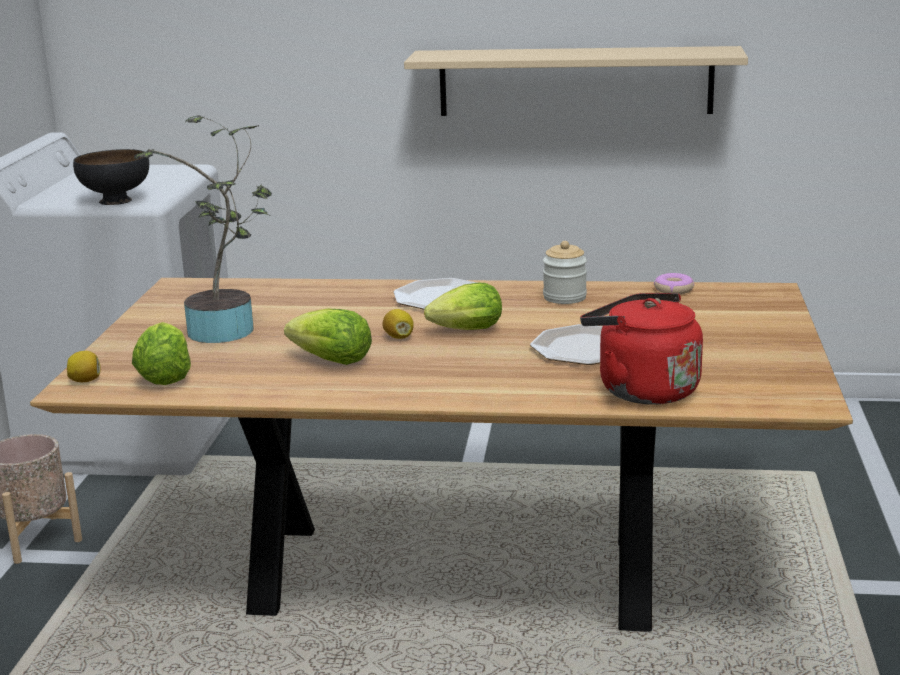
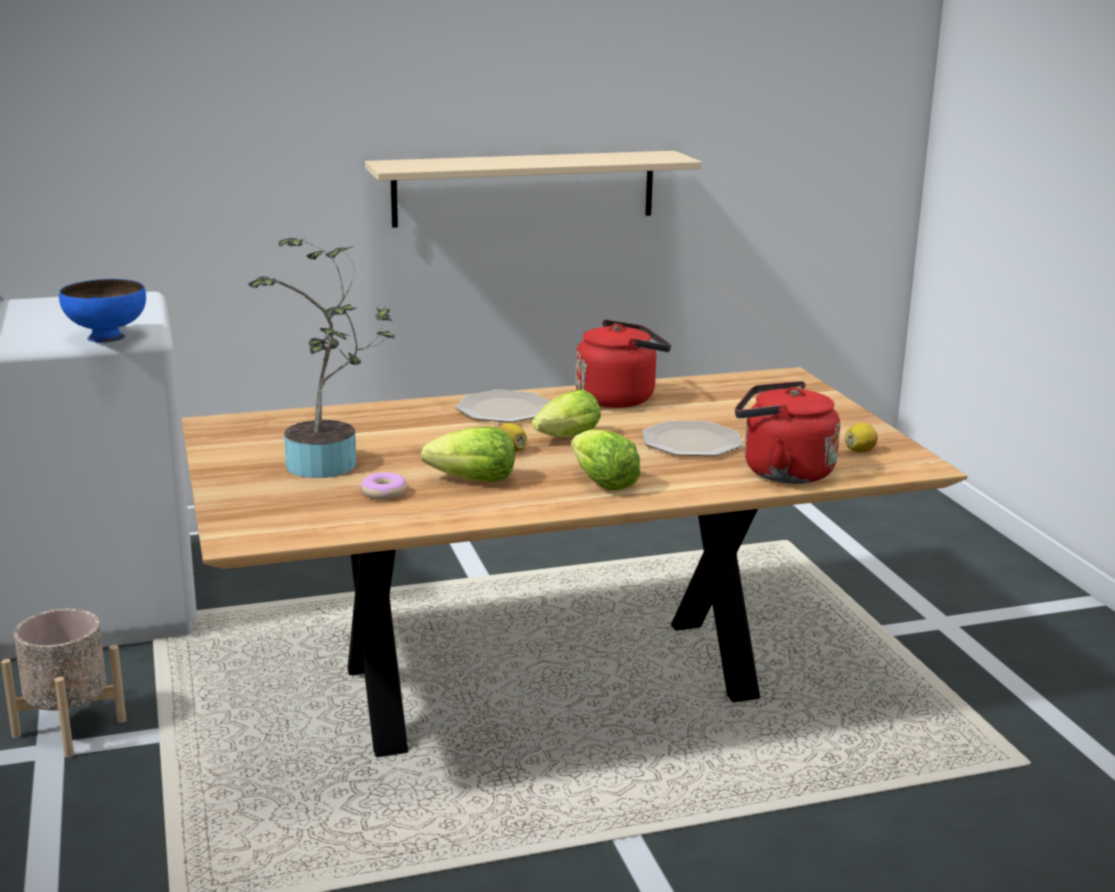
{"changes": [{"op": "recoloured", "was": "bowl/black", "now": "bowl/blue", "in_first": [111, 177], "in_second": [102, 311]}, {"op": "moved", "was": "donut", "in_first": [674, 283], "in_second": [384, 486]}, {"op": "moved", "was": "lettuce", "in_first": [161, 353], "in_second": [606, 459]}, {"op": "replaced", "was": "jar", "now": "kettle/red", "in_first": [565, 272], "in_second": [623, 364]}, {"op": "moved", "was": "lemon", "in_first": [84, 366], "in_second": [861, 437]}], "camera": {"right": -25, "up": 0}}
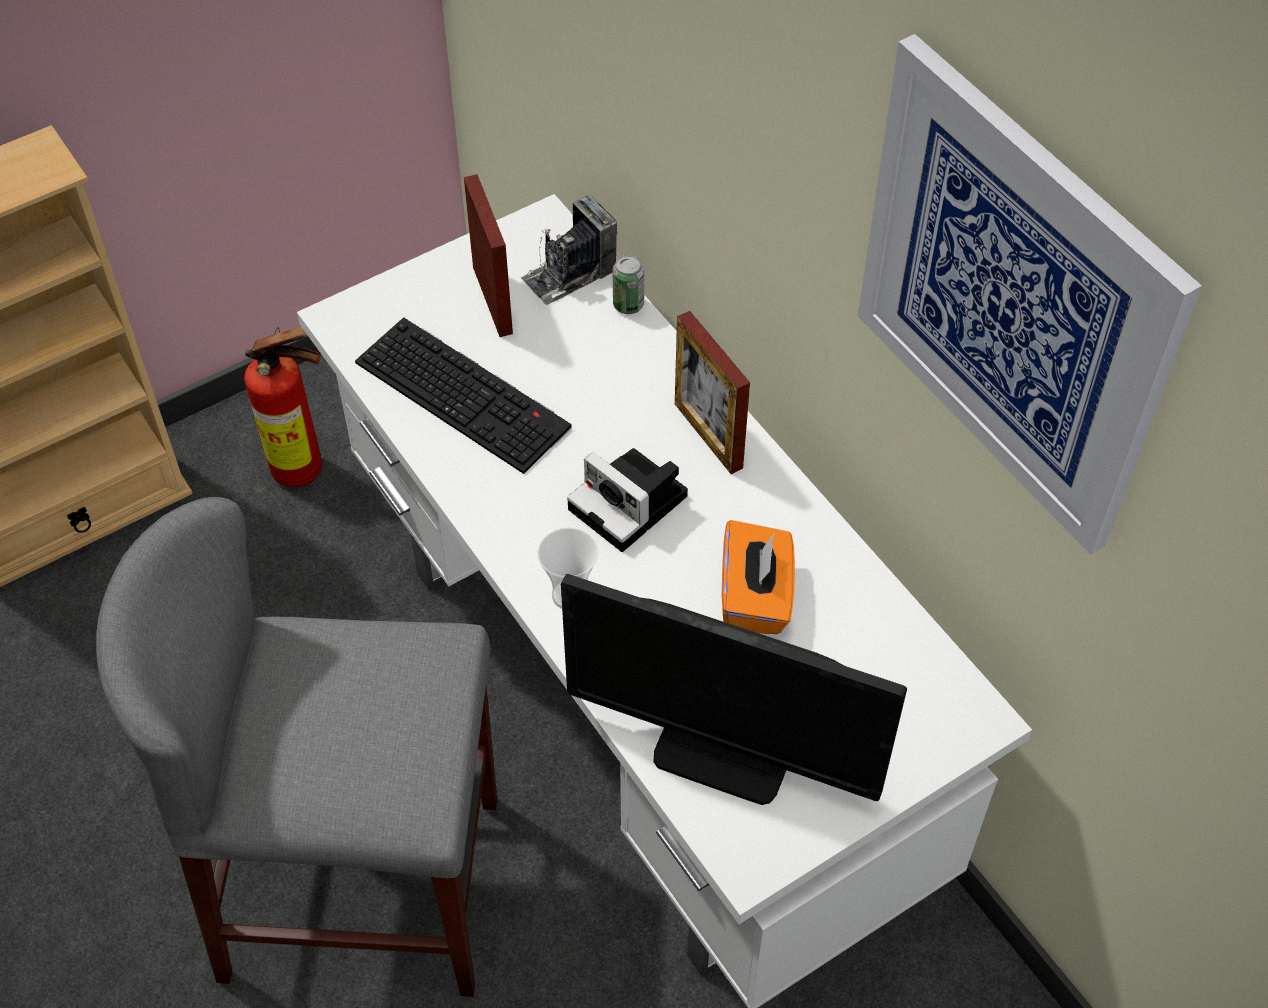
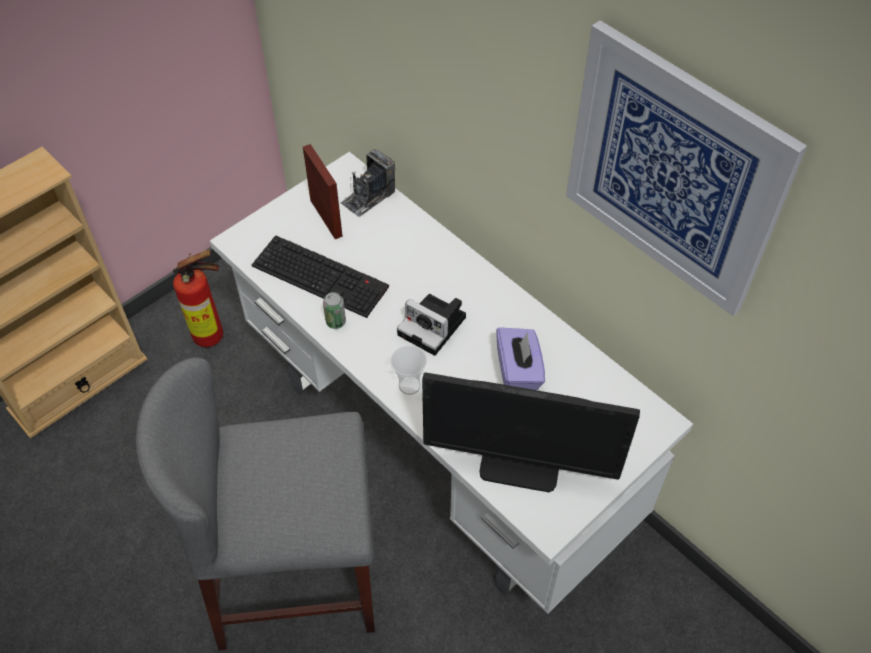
{"changes": [{"op": "moved", "was": "can", "in_first": [628, 284], "in_second": [334, 310]}, {"op": "recoloured", "was": "tissue box/orange", "now": "tissue box/purple", "in_first": [758, 577], "in_second": [520, 358]}, {"op": "removed", "was": "picture frame", "in_first": [712, 392]}], "camera": {"right": -10, "up": 0}}
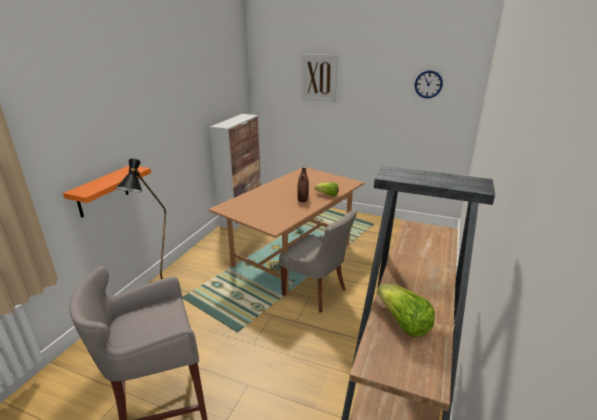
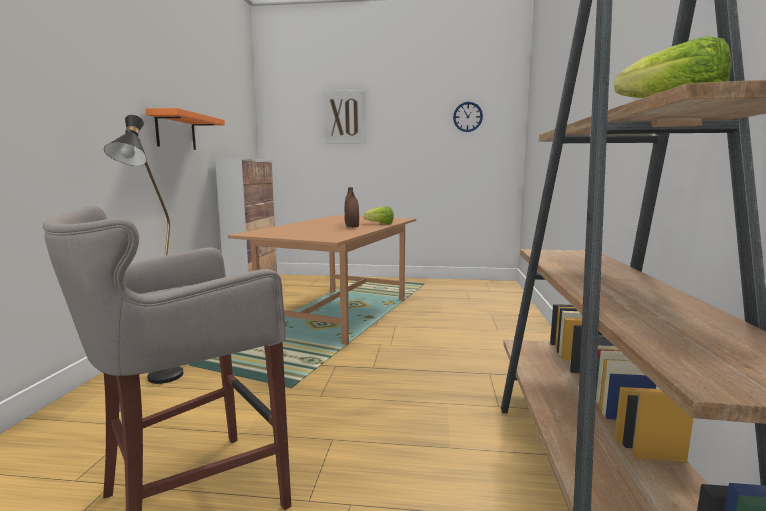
{"changes": [{"op": "moved", "was": "shelf/orange", "in_first": [107, 191], "in_second": [185, 129]}, {"op": "removed", "was": "chair/grey", "in_first": [318, 261]}], "camera": {"right": -15, "up": -15}}
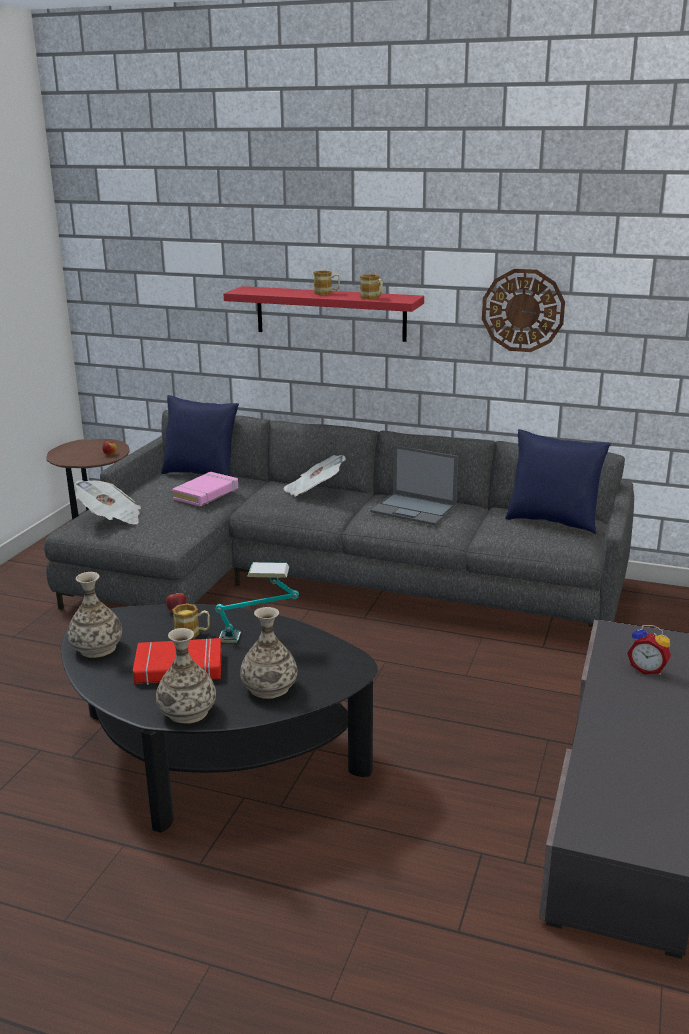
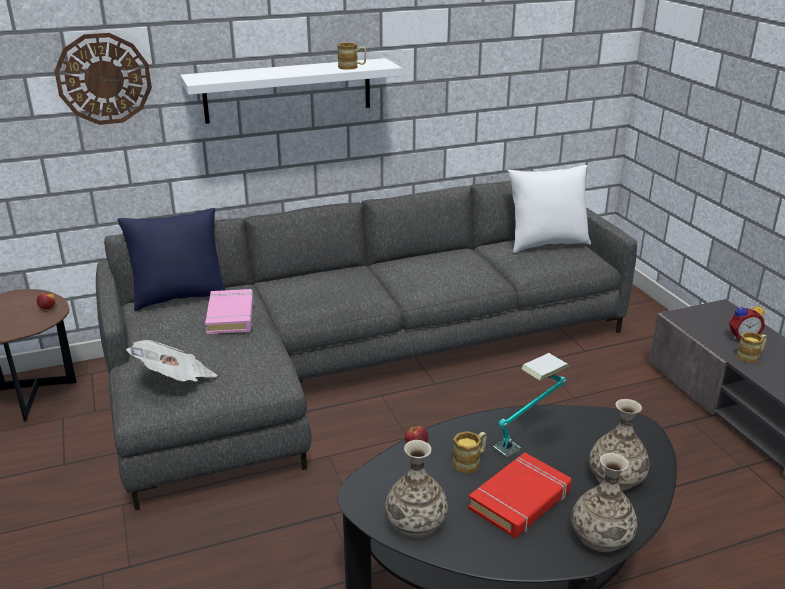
{"changes": [{"op": "moved", "was": "wall clock", "in_first": [523, 310], "in_second": [103, 79]}, {"op": "recoloured", "was": "shelf/red", "now": "shelf/white", "in_first": [323, 314], "in_second": [291, 91]}, {"op": "recoloured", "was": "pillow/blue", "now": "pillow/white", "in_first": [558, 481], "in_second": [549, 209]}, {"op": "moved", "was": "mug", "in_first": [327, 283], "in_second": [751, 347]}, {"op": "removed", "was": "newspaper", "in_first": [315, 476]}, {"op": "removed", "was": "laptop", "in_first": [414, 485]}], "camera": {"right": -40, "up": 5}}
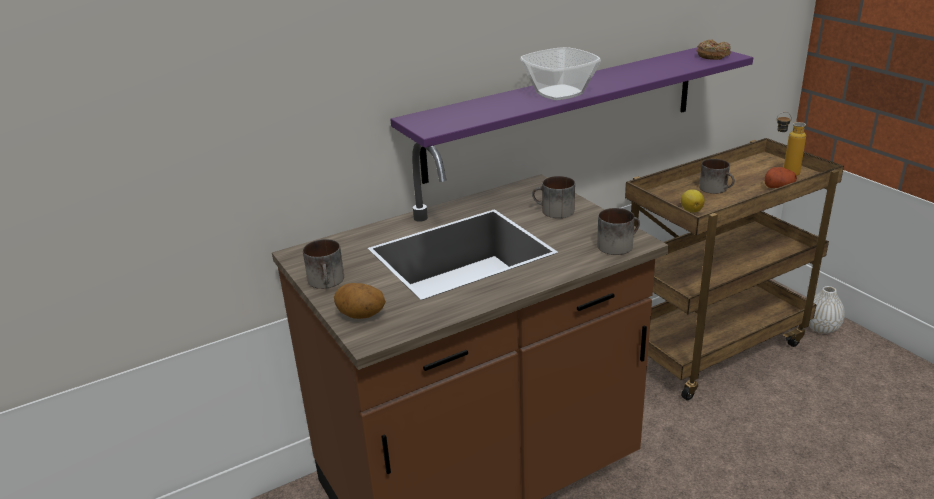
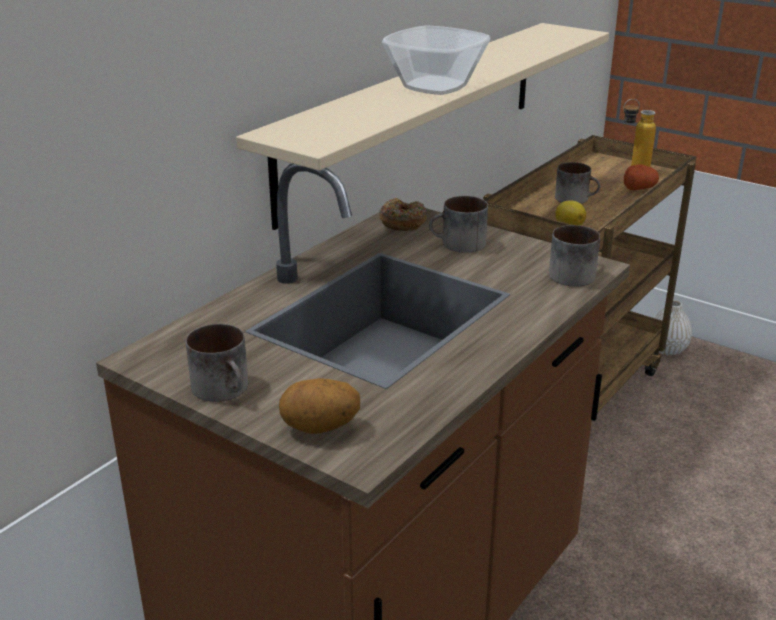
{"changes": [{"op": "recoloured", "was": "shelf/purple", "now": "shelf/beige", "in_first": [571, 115], "in_second": [422, 126]}, {"op": "moved", "was": "donut", "in_first": [714, 49], "in_second": [403, 214]}], "camera": {"right": -25, "up": 0}}
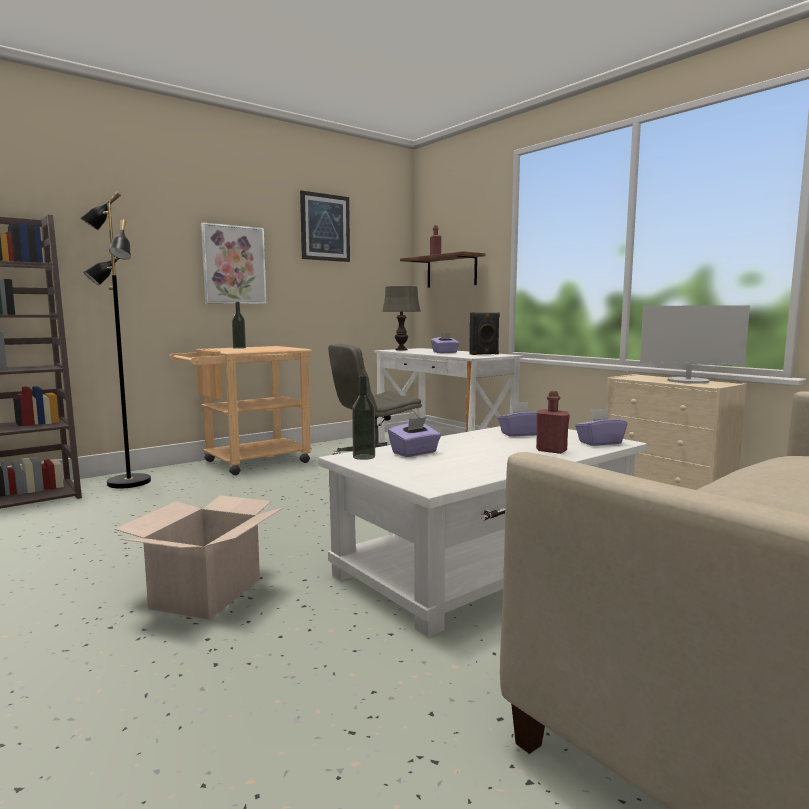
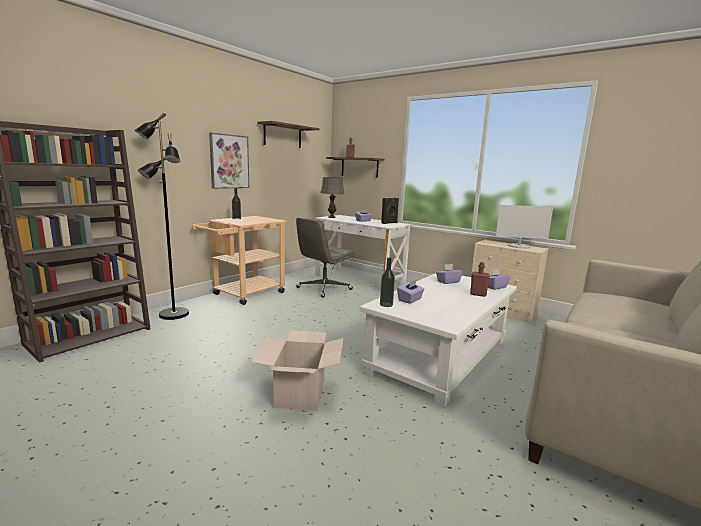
{"changes": [{"op": "replaced", "was": "picture", "now": "shelf", "in_first": [325, 226], "in_second": [288, 134]}], "camera": {"right": -15, "up": 5}}
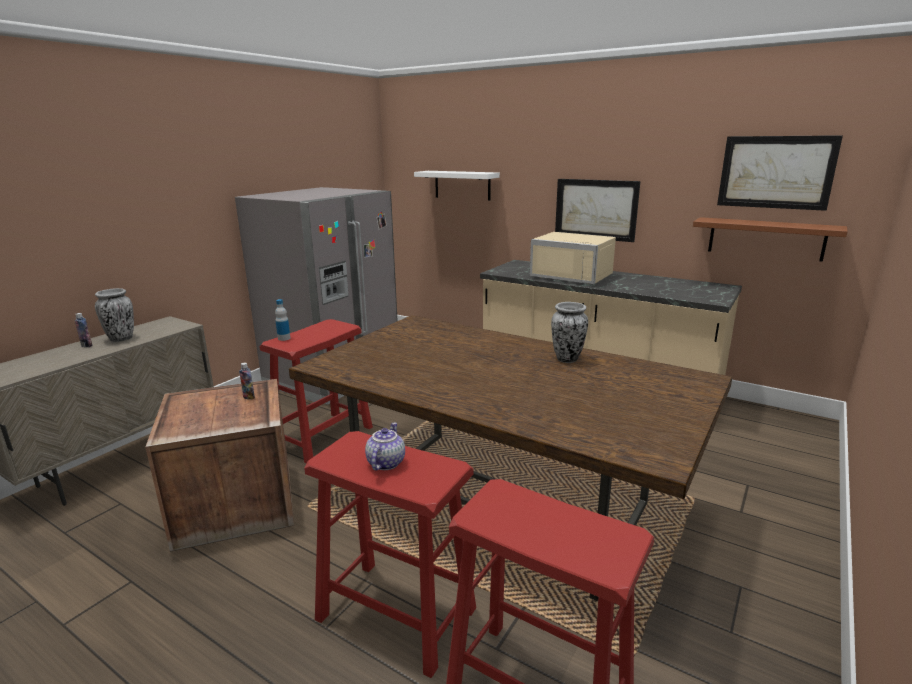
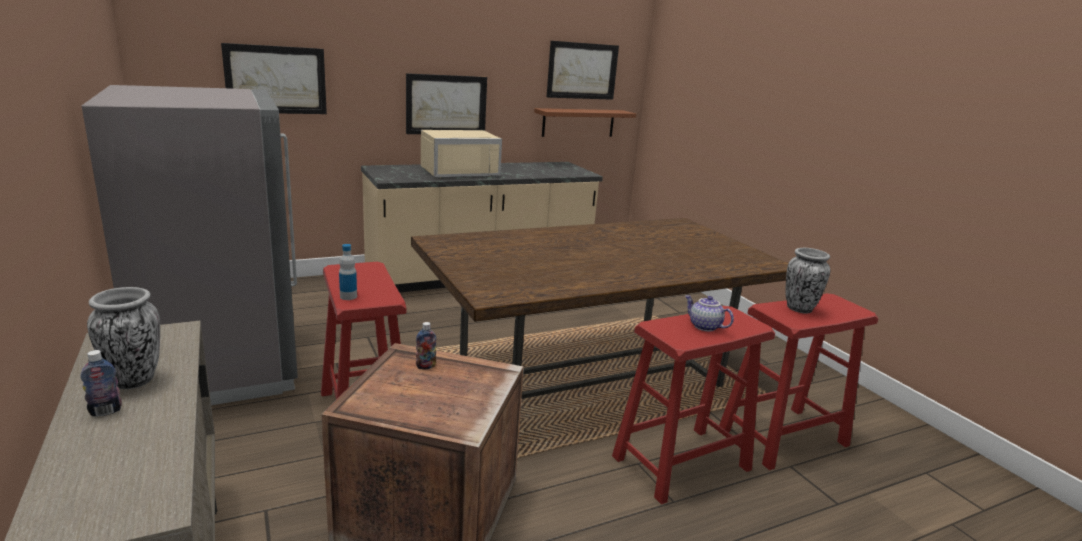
{"changes": [{"op": "replaced", "was": "shelf/white", "now": "picture", "in_first": [457, 186], "in_second": [274, 78]}, {"op": "moved", "was": "vase", "in_first": [569, 332], "in_second": [807, 281]}], "camera": {"right": -60, "up": 0}}
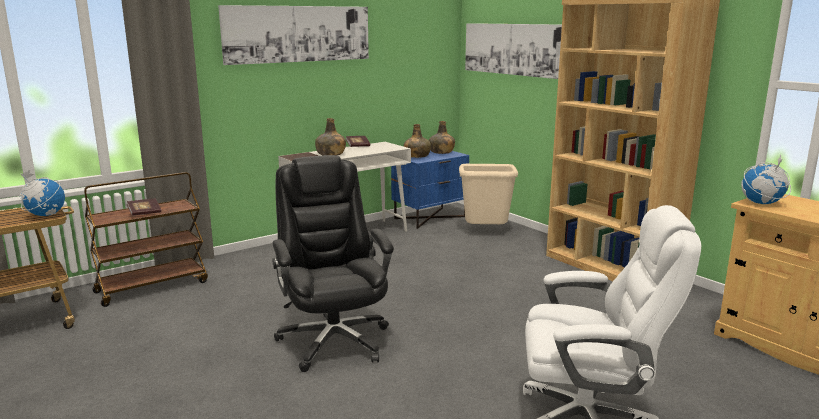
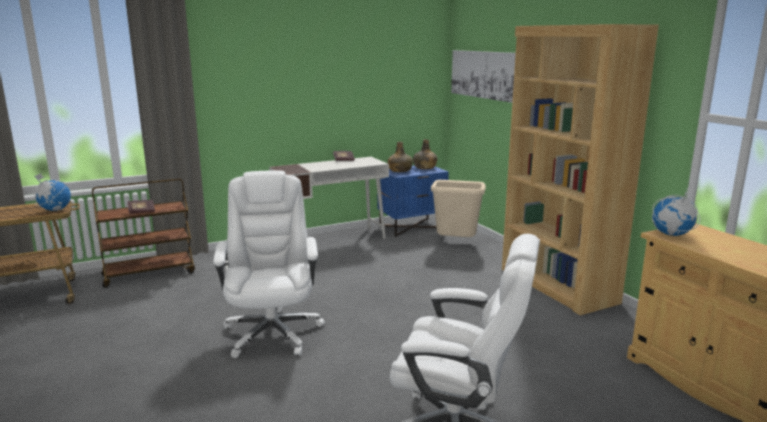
{"changes": [{"op": "recoloured", "was": "office chair/black", "now": "office chair/white", "in_first": [333, 263], "in_second": [269, 264]}, {"op": "removed", "was": "picture", "in_first": [293, 35]}, {"op": "removed", "was": "bottle/green", "in_first": [330, 136]}], "camera": {"right": 10, "up": 0}}
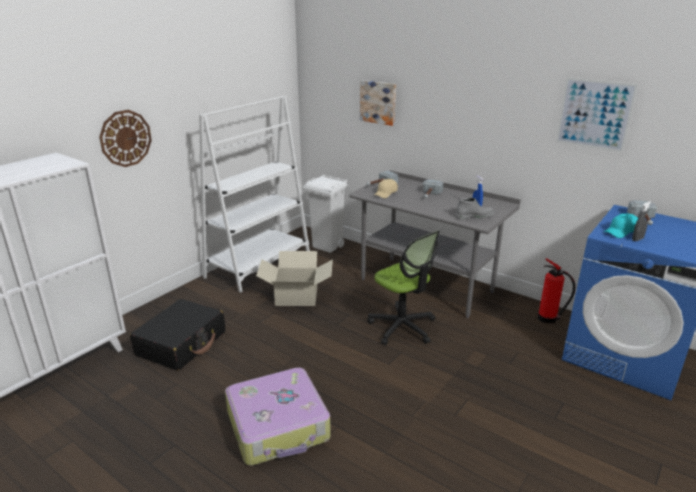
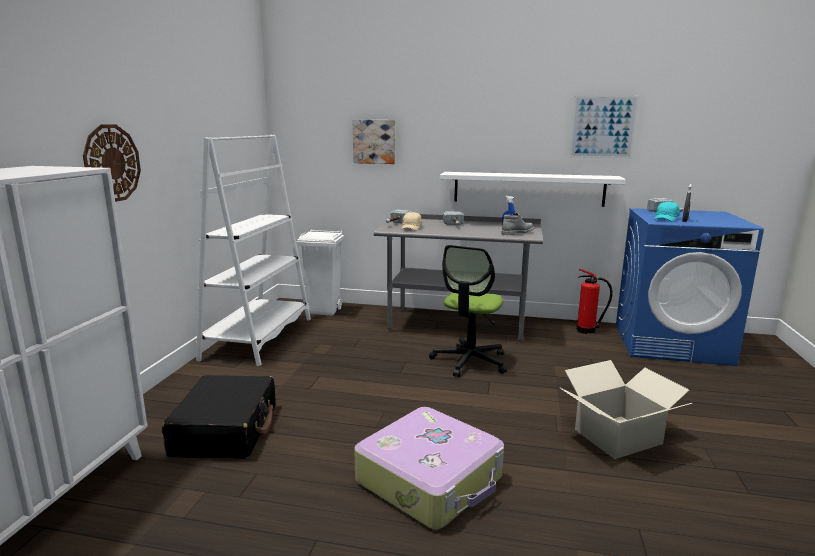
{"changes": [{"op": "turned", "was": "office chair", "in_first": [403, 288], "in_second": [468, 311], "clockwise": 90}, {"op": "added", "now": "shelf/white", "in_second": [533, 189]}, {"op": "moved", "was": "cardboard box", "in_first": [294, 278], "in_second": [626, 409]}], "camera": {"right": -25, "up": -10}}
